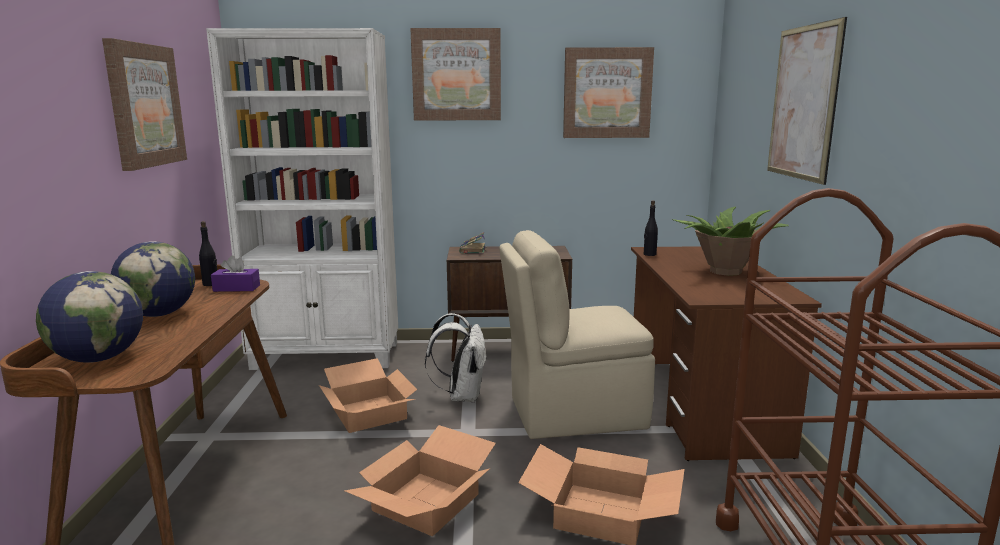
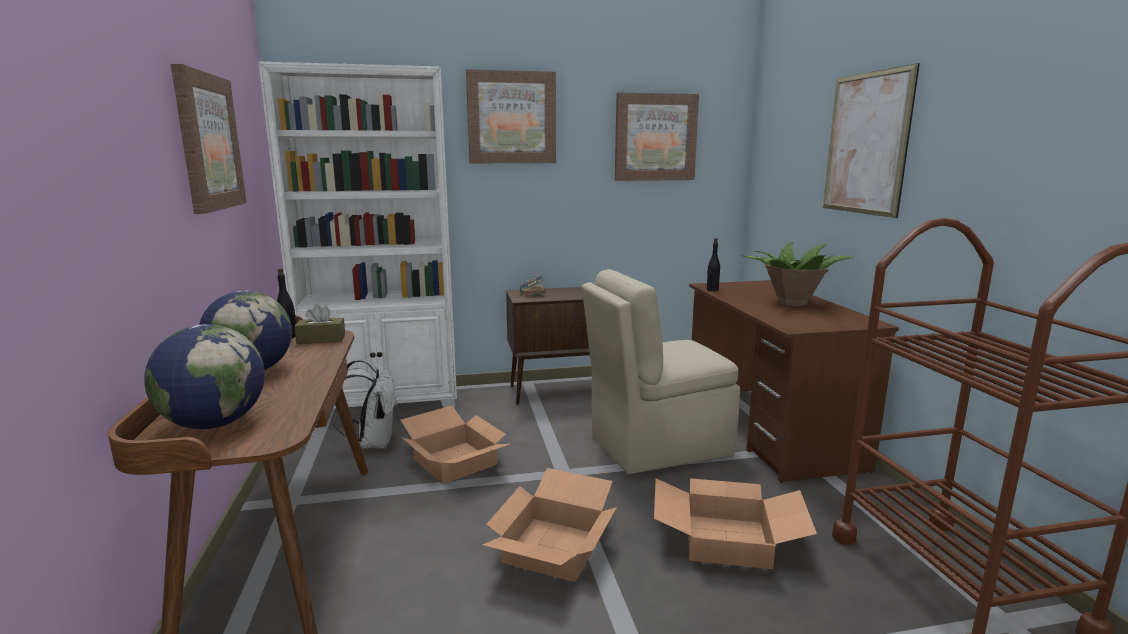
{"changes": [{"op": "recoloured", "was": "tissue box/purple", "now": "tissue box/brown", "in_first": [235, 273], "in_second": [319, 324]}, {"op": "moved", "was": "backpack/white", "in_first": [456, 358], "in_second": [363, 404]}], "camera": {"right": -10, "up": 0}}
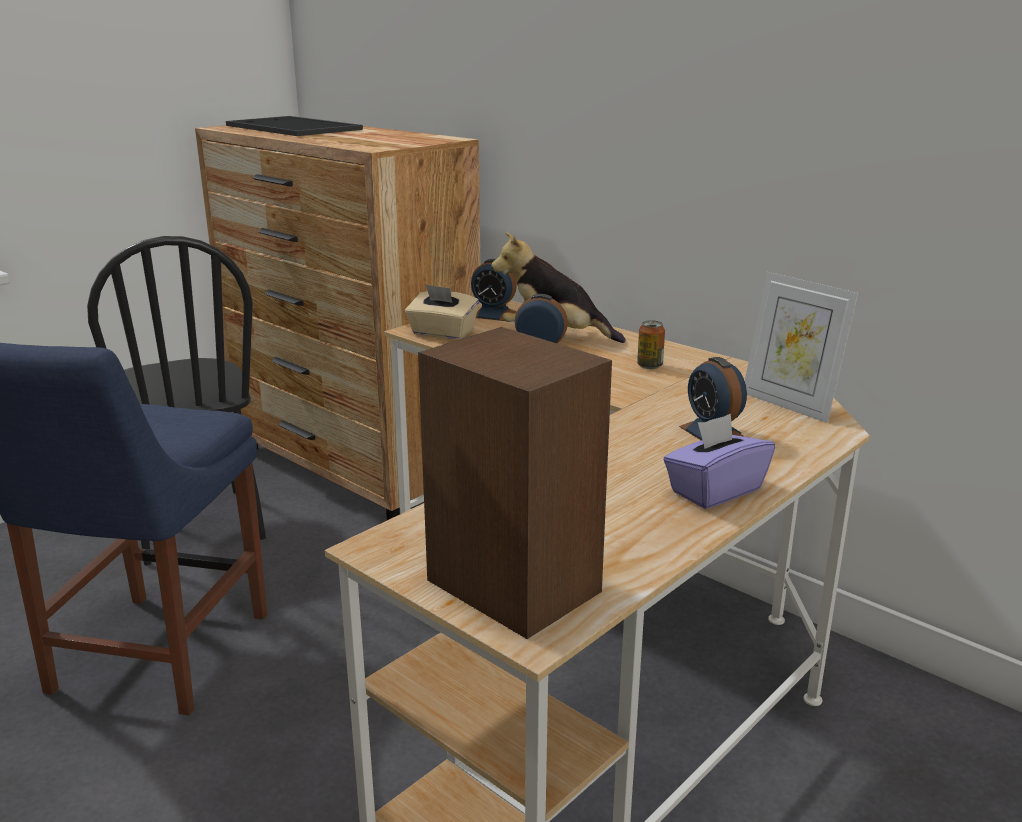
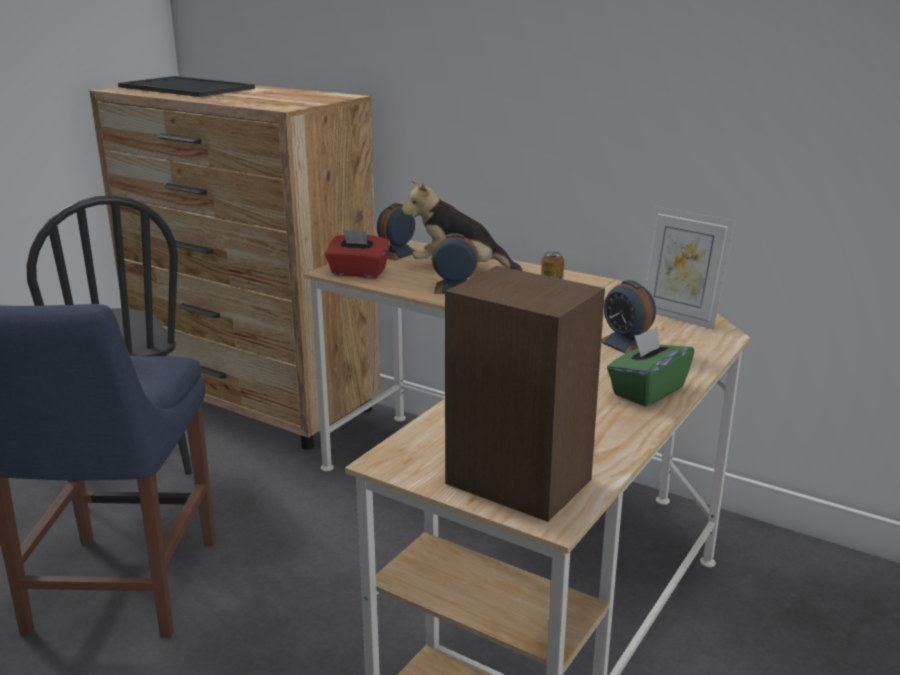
{"changes": [{"op": "recoloured", "was": "tissue box/beige", "now": "tissue box/red", "in_first": [442, 312], "in_second": [357, 254]}, {"op": "turned", "was": "alarm clock", "in_first": [494, 290], "in_second": [397, 231], "clockwise": 120}, {"op": "recoloured", "was": "tissue box/purple", "now": "tissue box/green", "in_first": [719, 461], "in_second": [650, 367]}], "camera": {"right": -10, "up": 0}}
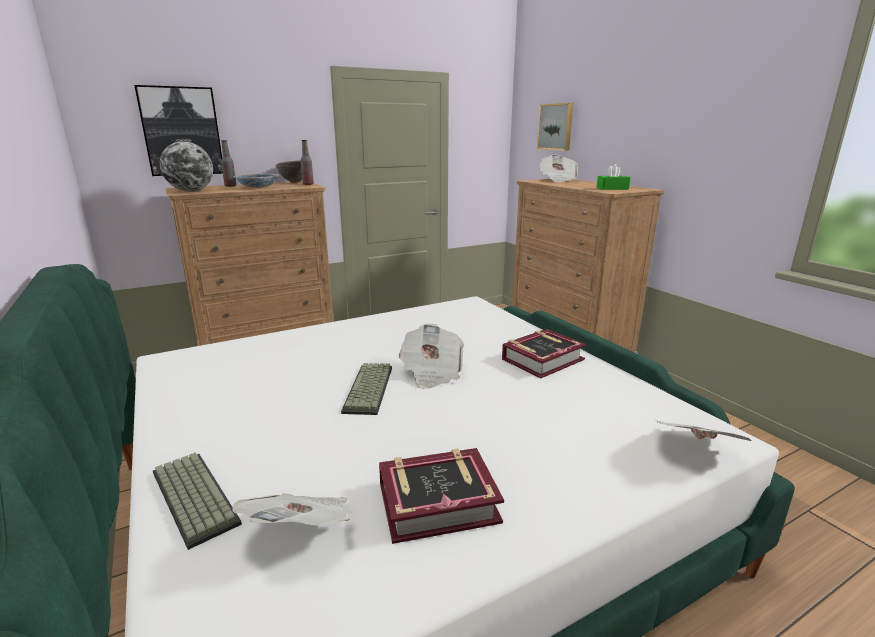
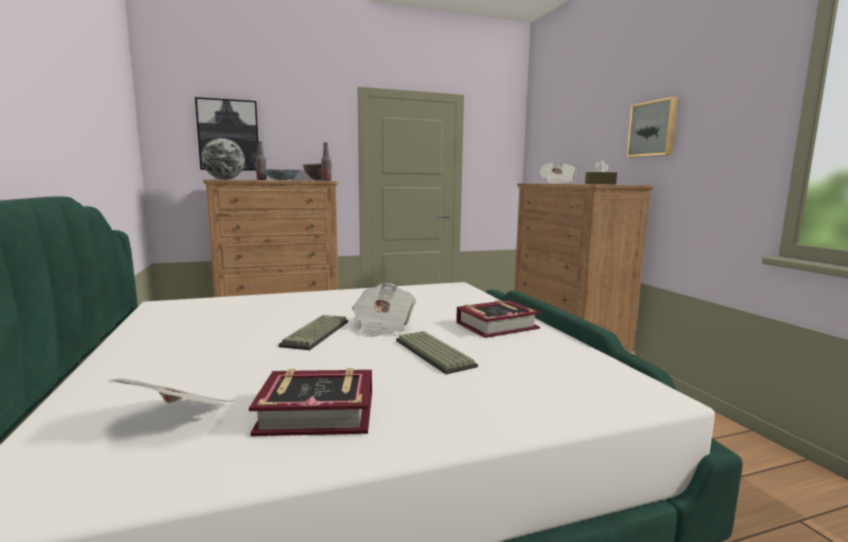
{"changes": [{"op": "moved", "was": "keyboard", "in_first": [197, 501], "in_second": [437, 352]}, {"op": "recoloured", "was": "tissue box/green", "now": "tissue box/brown", "in_first": [613, 177], "in_second": [601, 172]}, {"op": "moved", "was": "picture", "in_first": [555, 127], "in_second": [652, 127]}, {"op": "removed", "was": "newspaper", "in_first": [703, 430]}], "camera": {"right": 10, "up": -10}}
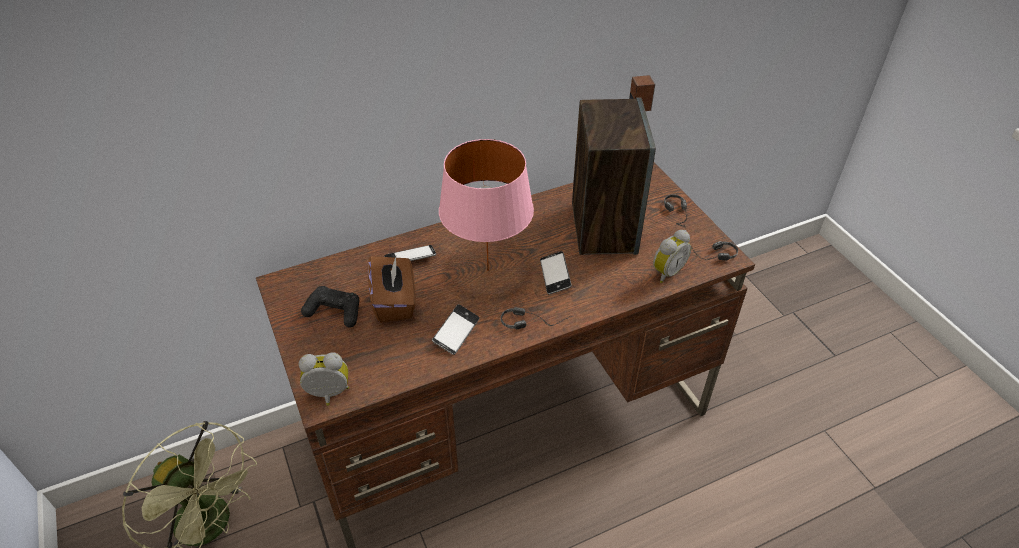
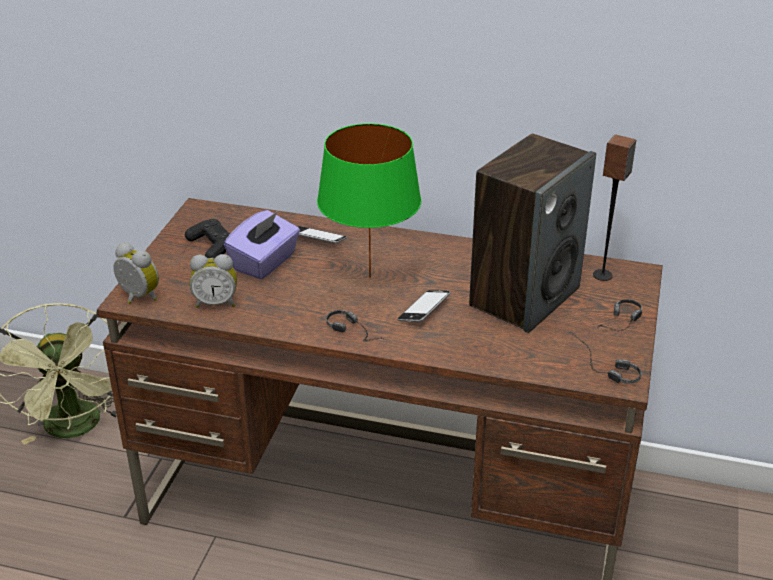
{"changes": [{"op": "moved", "was": "alarm clock", "in_first": [672, 256], "in_second": [213, 281]}, {"op": "recoloured", "was": "tissue box/brown", "now": "tissue box/purple", "in_first": [392, 289], "in_second": [262, 244]}, {"op": "recoloured", "was": "table lamp/pink", "now": "table lamp/green", "in_first": [486, 205], "in_second": [369, 201]}, {"op": "removed", "was": "phone", "in_first": [455, 329]}], "camera": {"right": 40, "up": -10}}
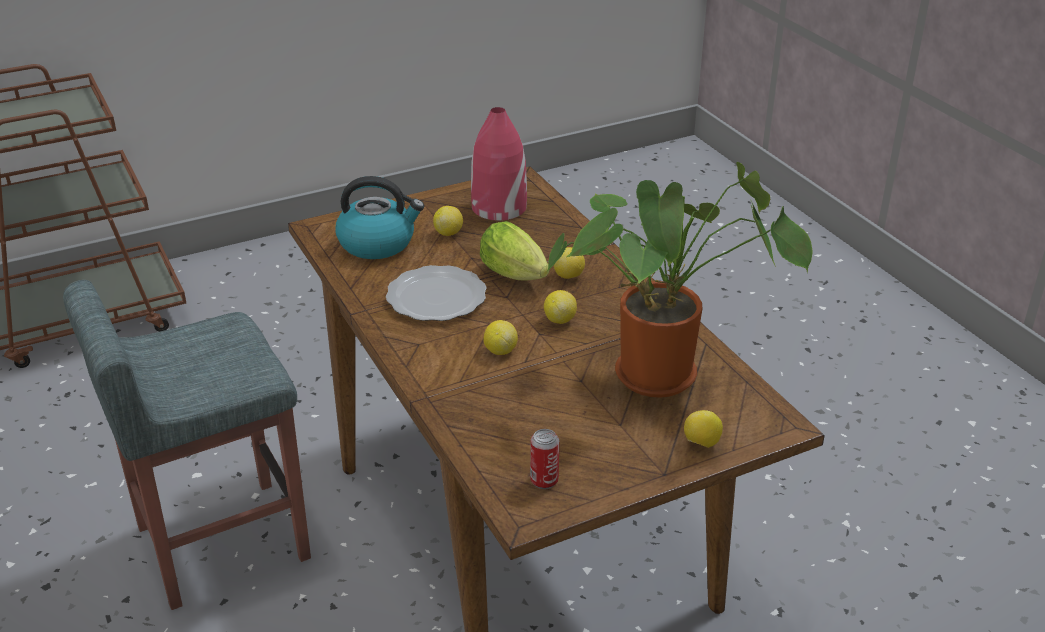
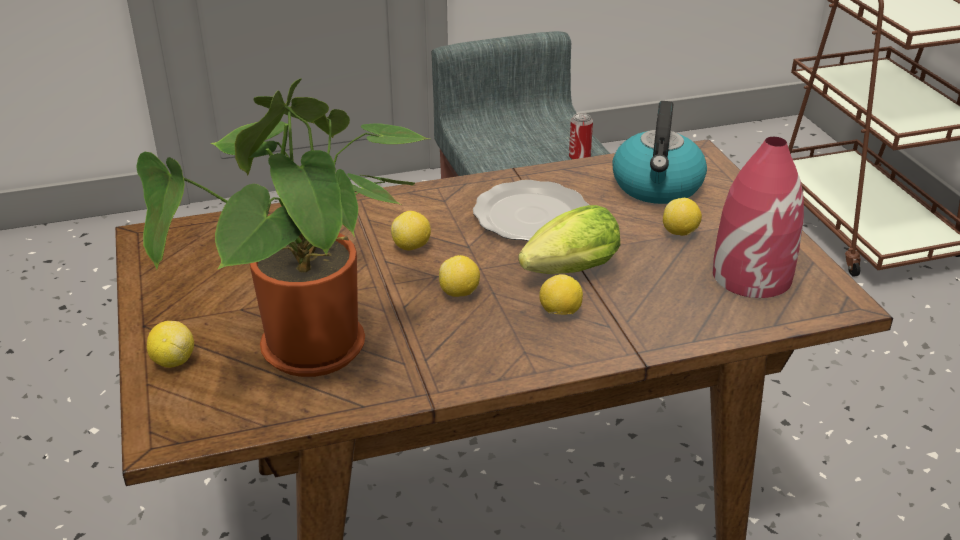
{"changes": [{"op": "moved", "was": "can", "in_first": [544, 459], "in_second": [581, 136]}], "camera": {"right": 100, "up": 0}}
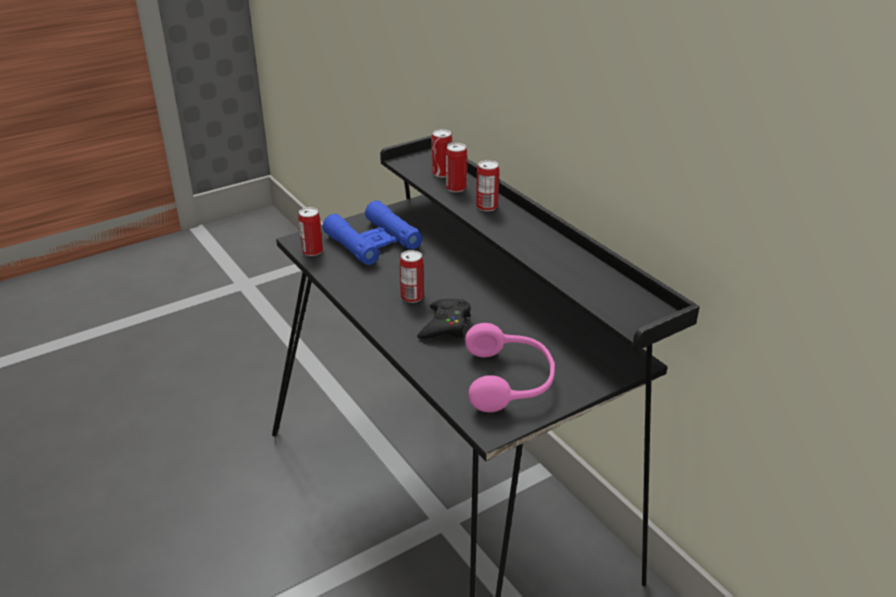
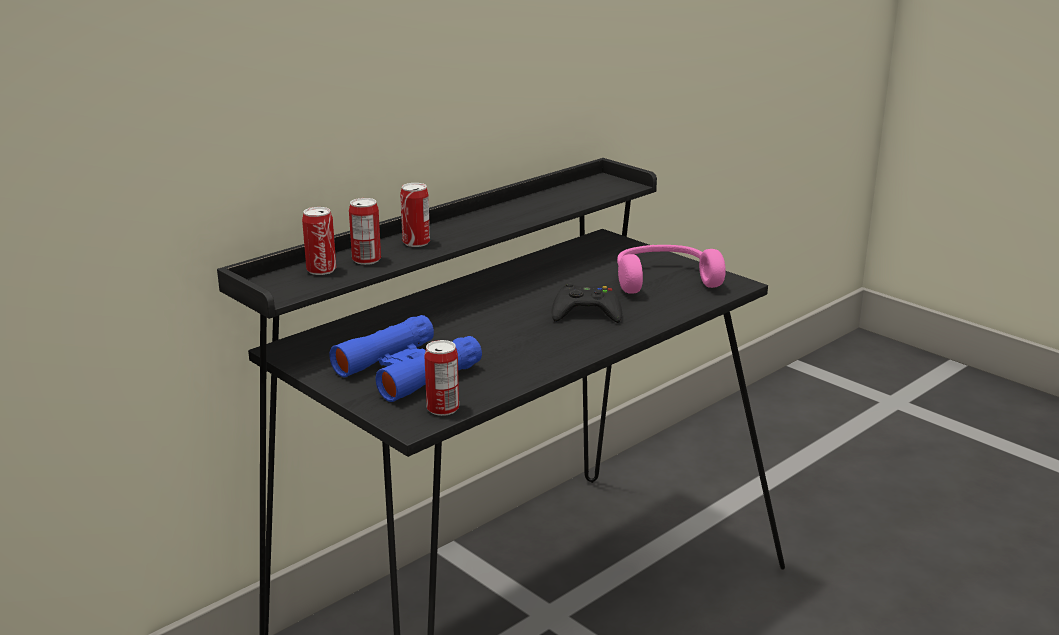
{"changes": [{"op": "removed", "was": "can", "in_first": [412, 276]}], "camera": {"right": -100, "up": -10}}
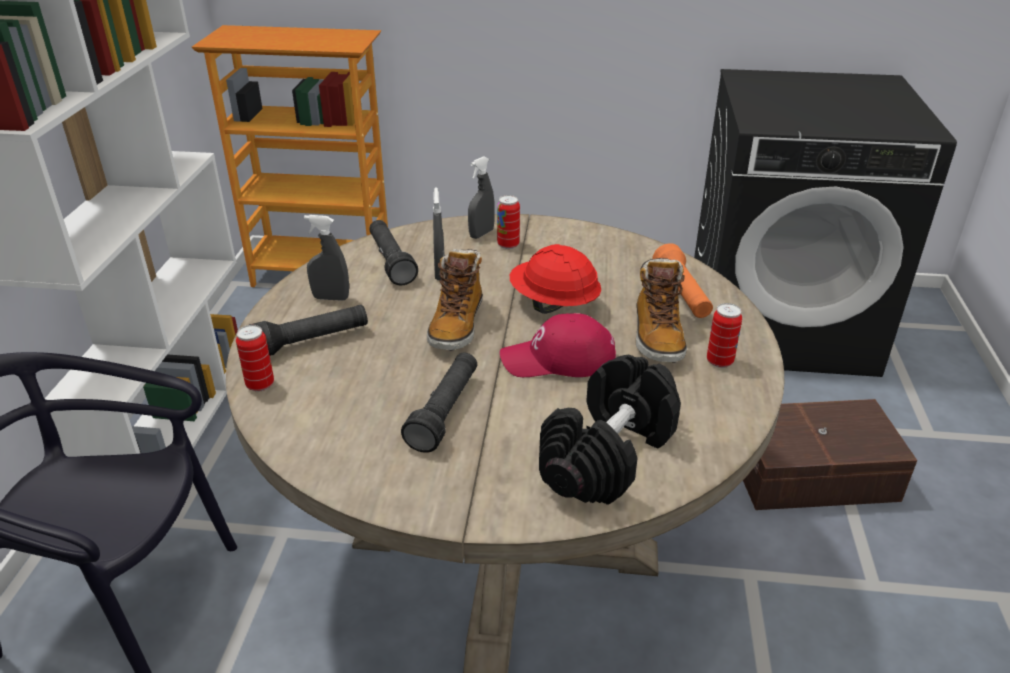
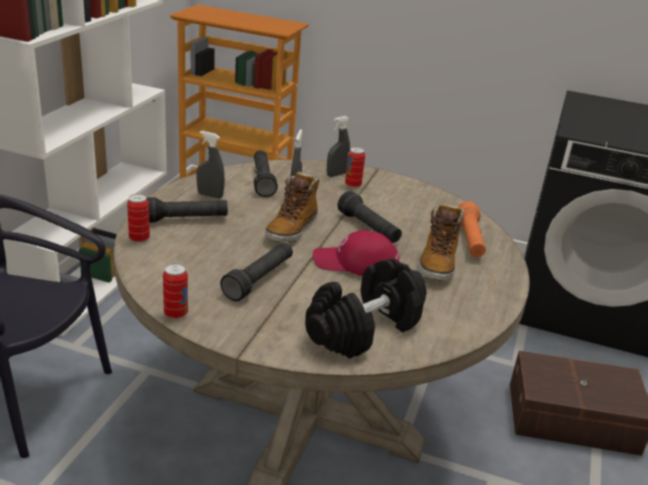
{"changes": [{"op": "moved", "was": "can", "in_first": [724, 335], "in_second": [175, 291]}, {"op": "replaced", "was": "hard hat/red", "now": "flashlight/black", "in_first": [555, 279], "in_second": [370, 217]}], "camera": {"right": 10, "up": -5}}
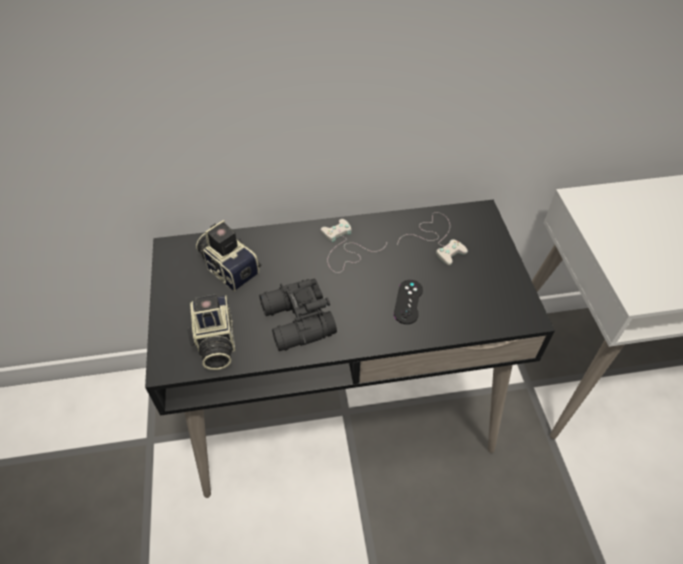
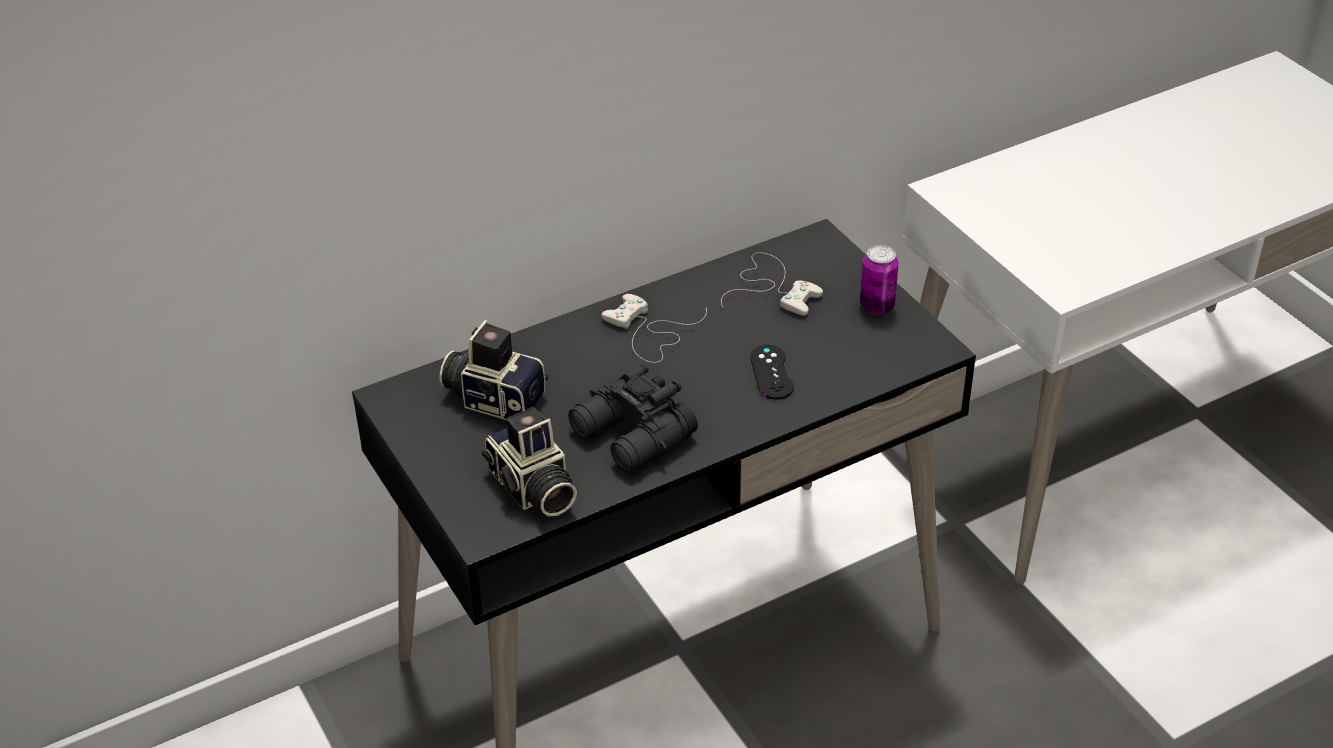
{"changes": [{"op": "added", "now": "can", "in_second": [879, 280]}], "camera": {"right": -20, "up": -10}}
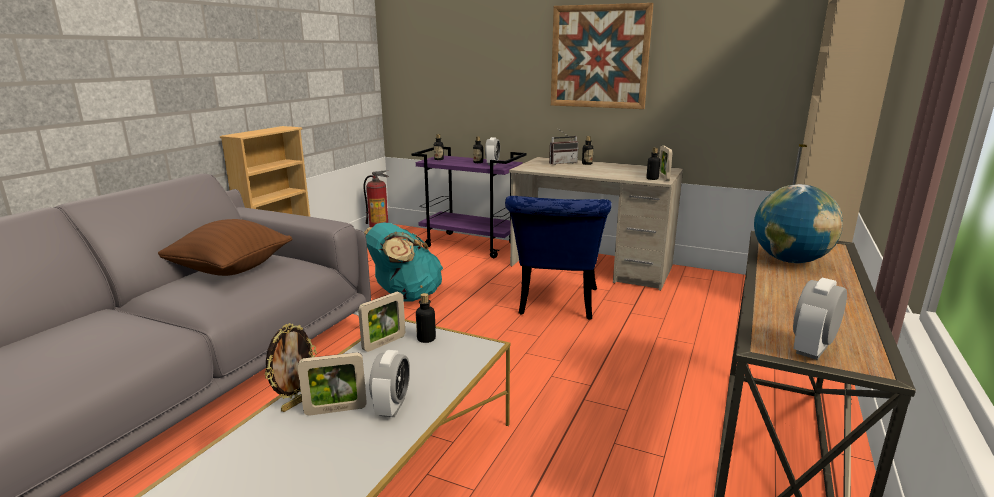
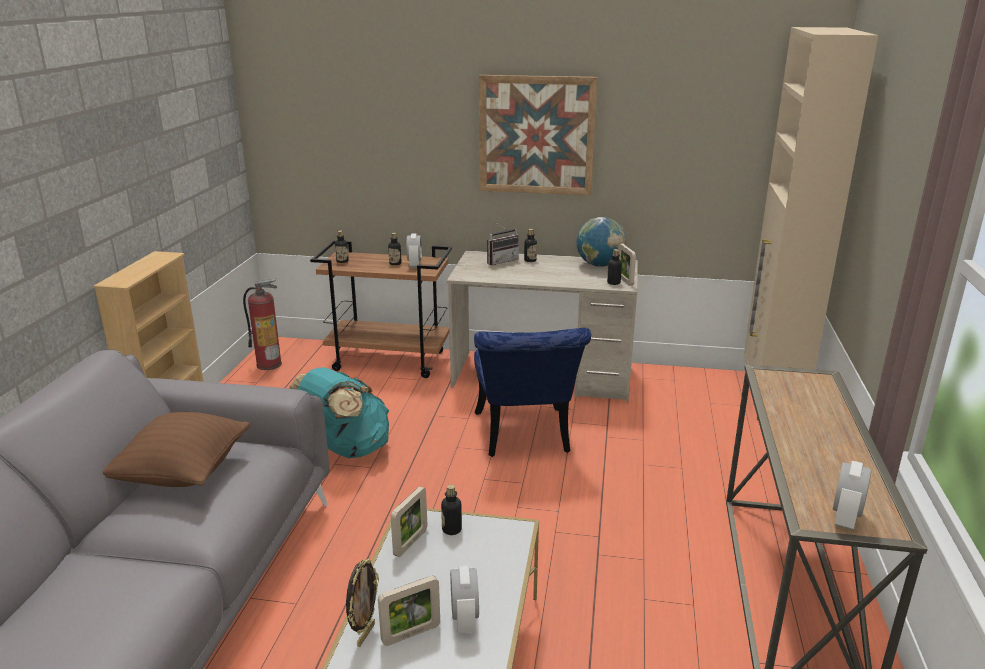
{"changes": [{"op": "recoloured", "was": "cart/purple", "now": "cart/brown", "in_first": [469, 202], "in_second": [381, 309]}, {"op": "moved", "was": "globe", "in_first": [798, 223], "in_second": [601, 242]}], "camera": {"right": -15, "up": 5}}
